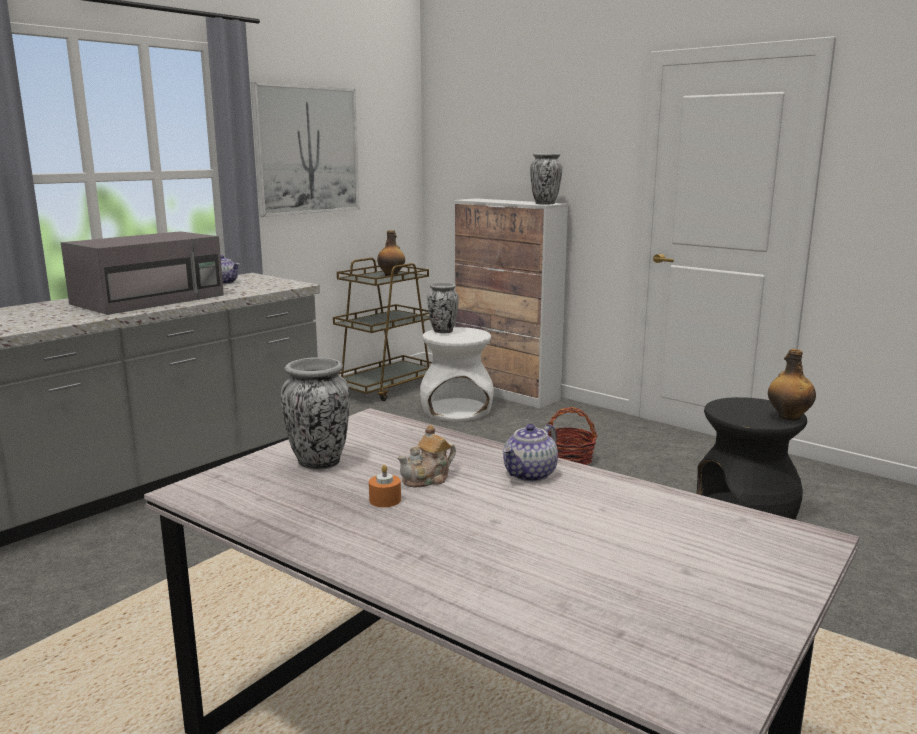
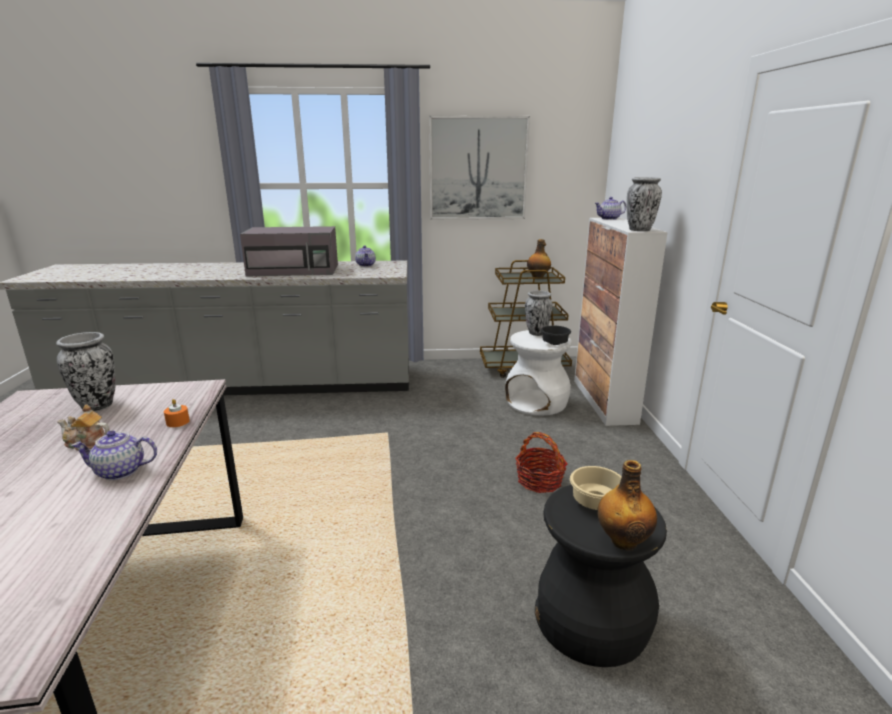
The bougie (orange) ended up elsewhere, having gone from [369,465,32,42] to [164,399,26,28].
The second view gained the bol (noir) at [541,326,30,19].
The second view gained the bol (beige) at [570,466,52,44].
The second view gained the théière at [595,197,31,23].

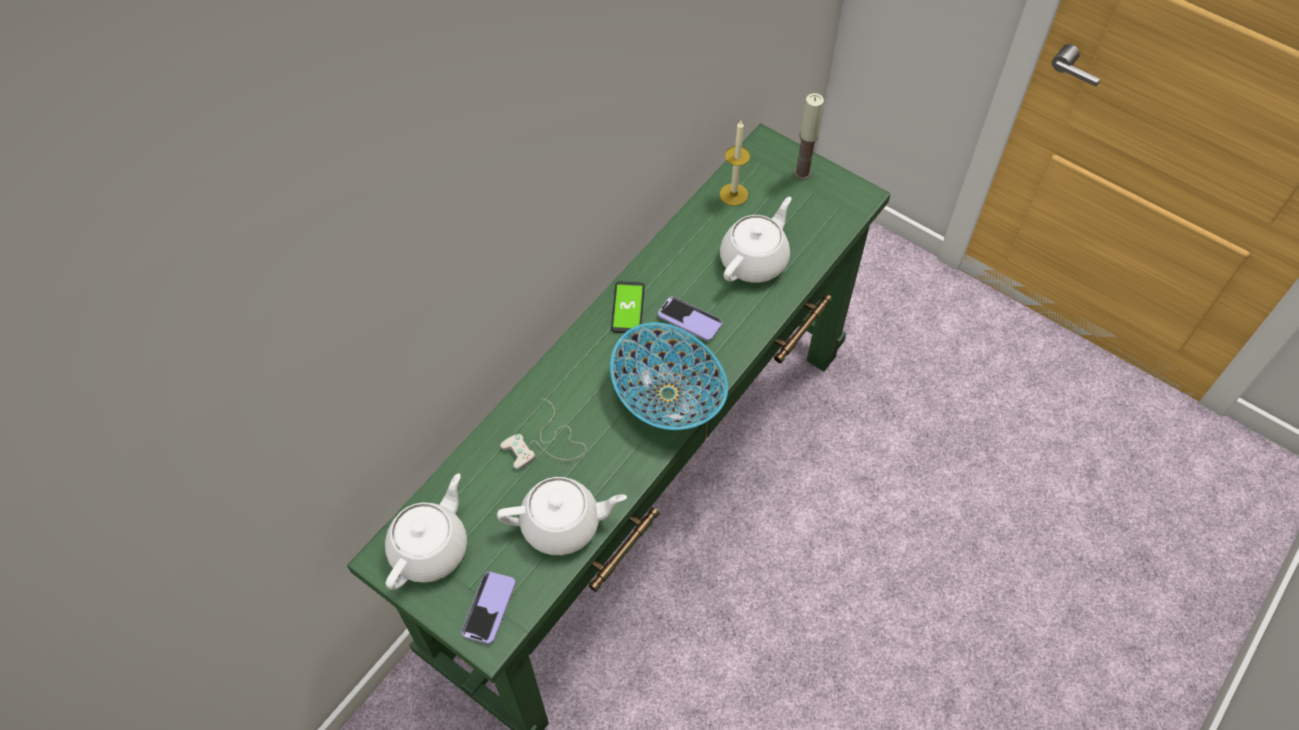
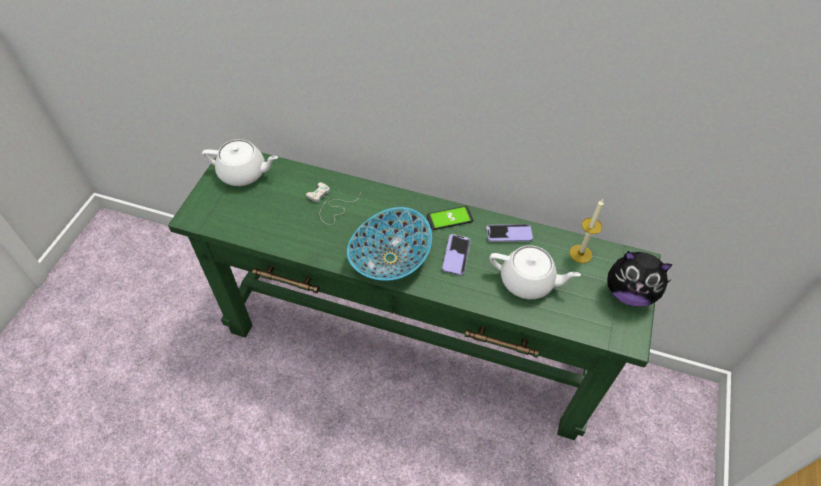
The téléphone ended up elsewhere, having gone from [461,572,55,72] to [486,224,47,18].
Where the bougie stood at [794,93,30,87], the peluche came to stand at [607,251,66,56].
The second view lost the théière (blanc) at [497,477,130,78].

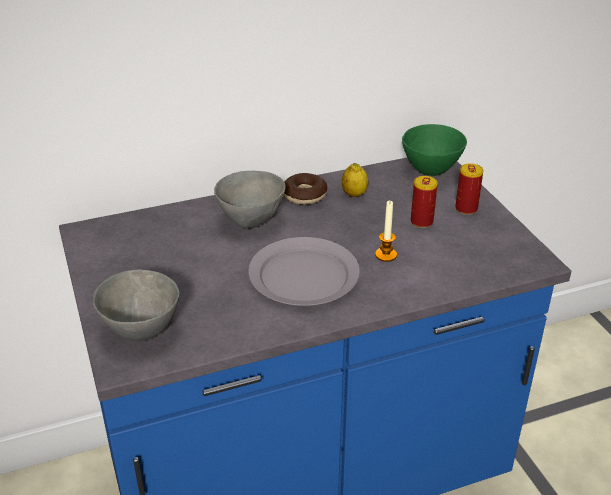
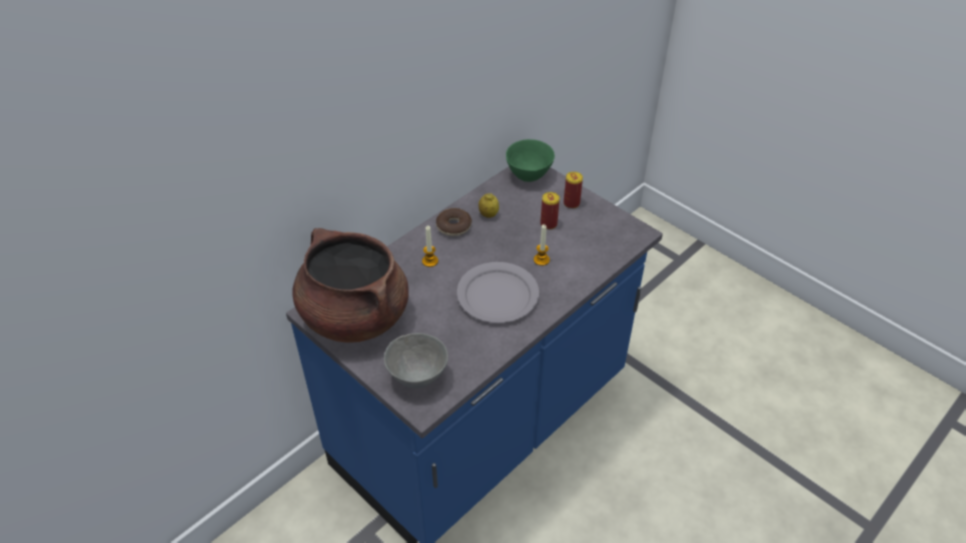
The second view gained the marmite (marron) at [292,228,117,114].
Where the bol (gris) stood at [214,171,72,58], the bougie came to stand at [422,226,16,41].

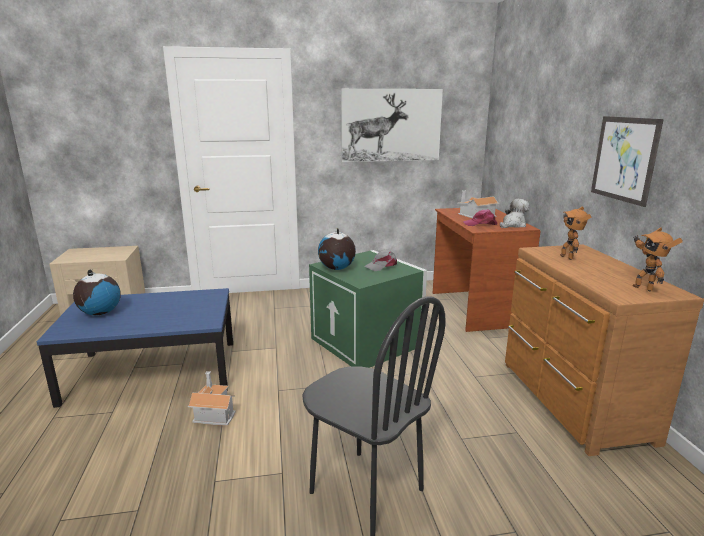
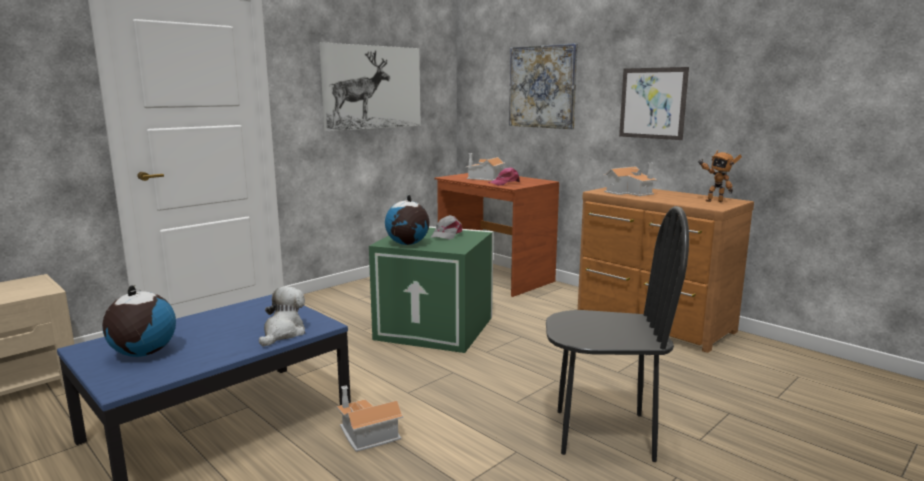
The peluche ended up elsewhere, having gone from [500,199,29,29] to [259,286,46,61].
The second view gained the tableau at [509,43,69,86].
Where the robot jouet stood at [560,207,32,53], the maison miniature came to stand at [603,163,55,33].

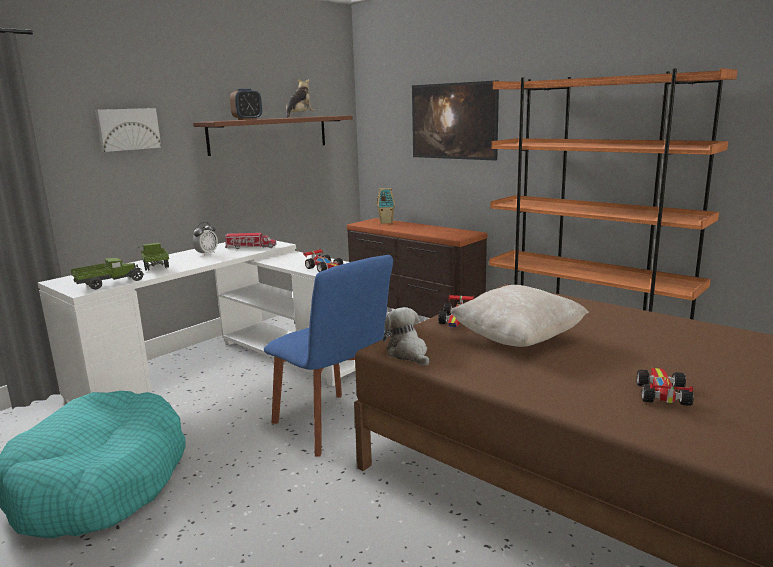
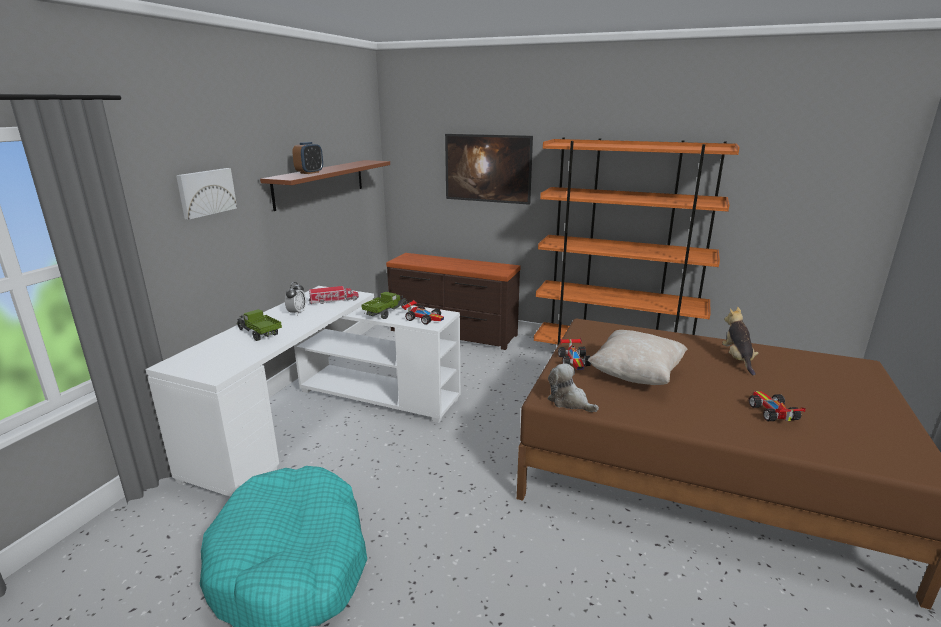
The camion jouet ended up elsewhere, having gone from [70,258,74,32] to [362,292,46,27].
The peluche ended up elsewhere, having gone from [286,79,29,39] to [722,307,36,69].
The second view lost the chaise (bleu) at [264,255,129,202].
The second view lost the maison miniature at [377,188,18,36].

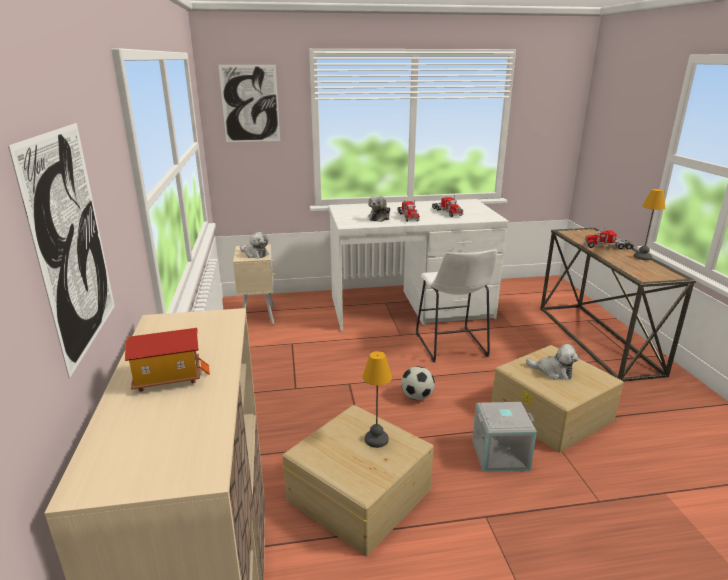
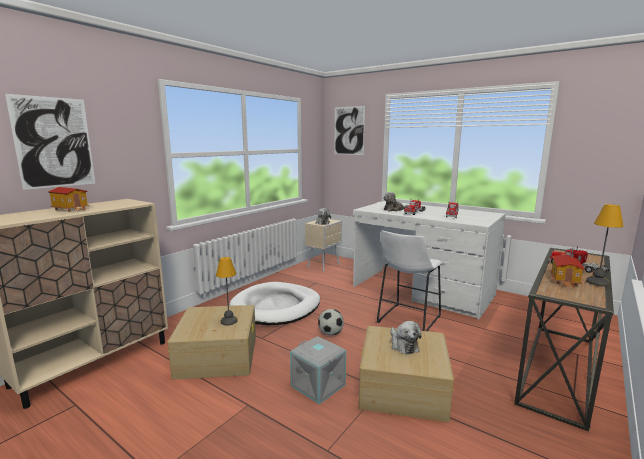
The second view gained the panier pour chien (blanc) at [229,282,91,43].
The second view gained the maison miniature at [550,255,35,33].

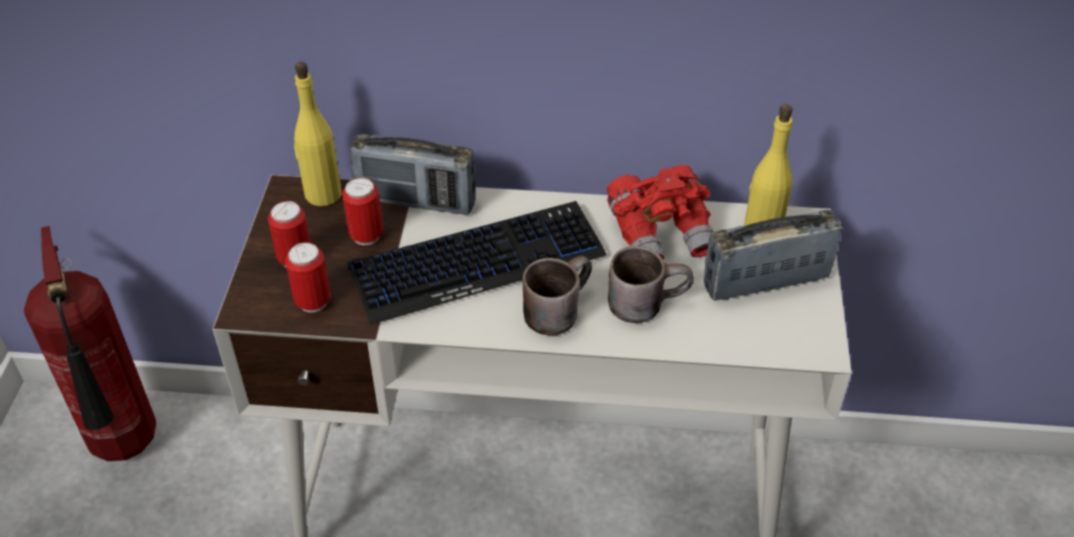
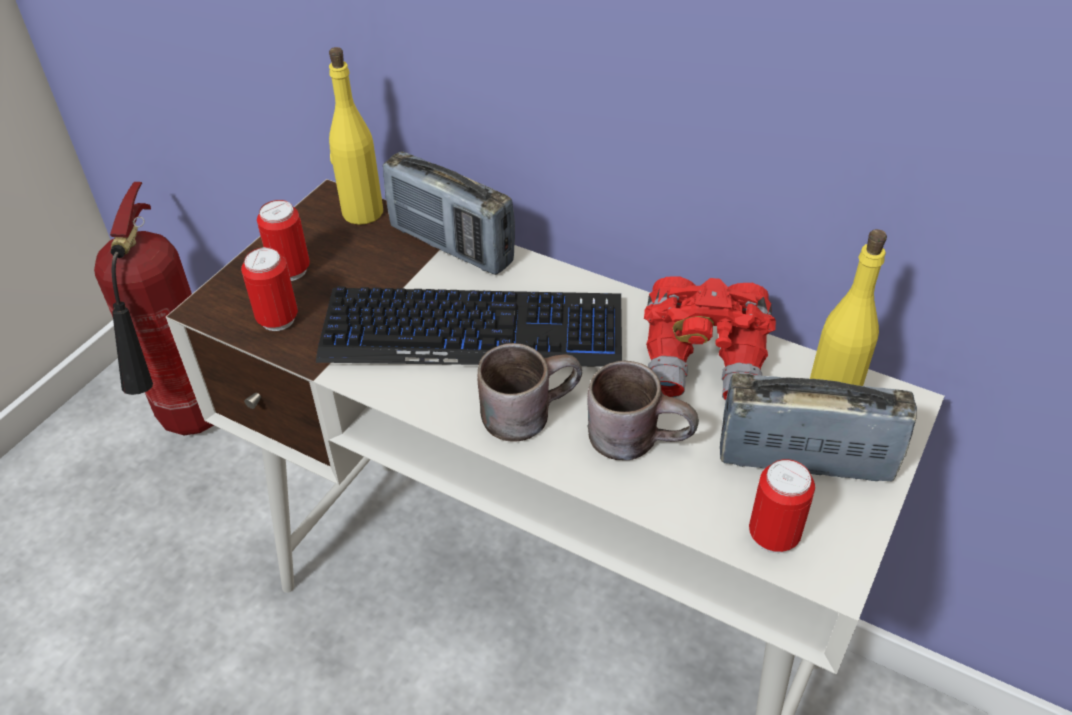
The boîte métallique ended up elsewhere, having gone from [342,177,41,68] to [749,459,66,94].

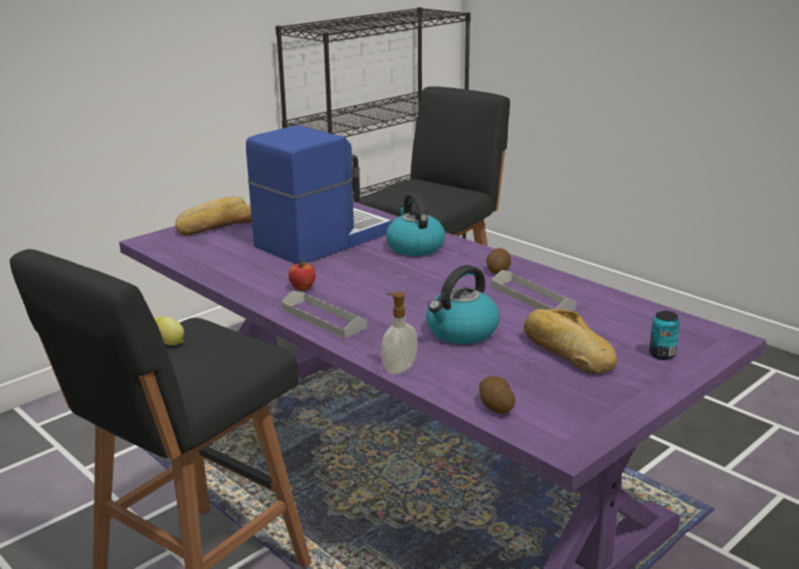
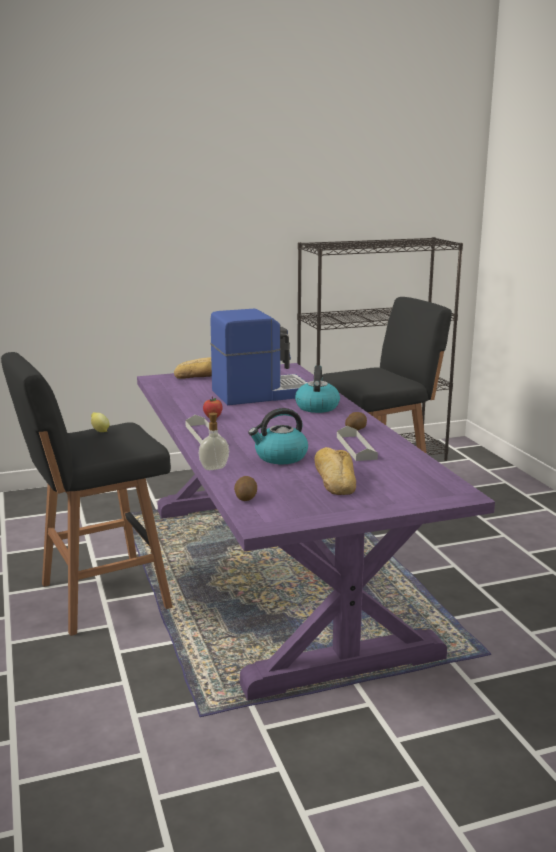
The second view lost the boîte métallique at [649,311,31,49].

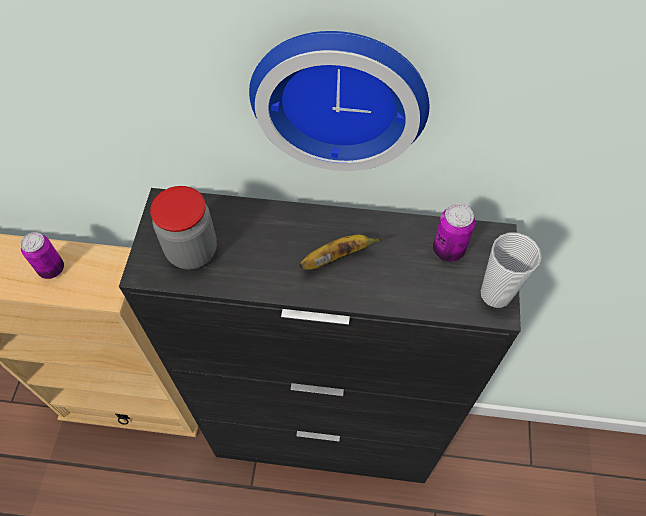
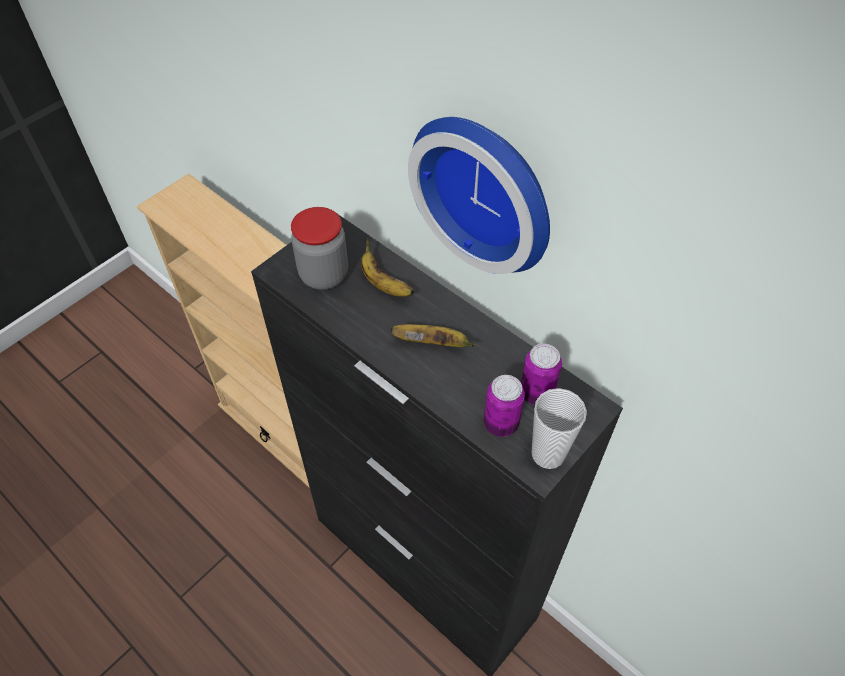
The second view gained the banane at [361,238,53,59].
The boîte métallique ended up elsewhere, having gone from [20,232,44,47] to [484,375,41,62].

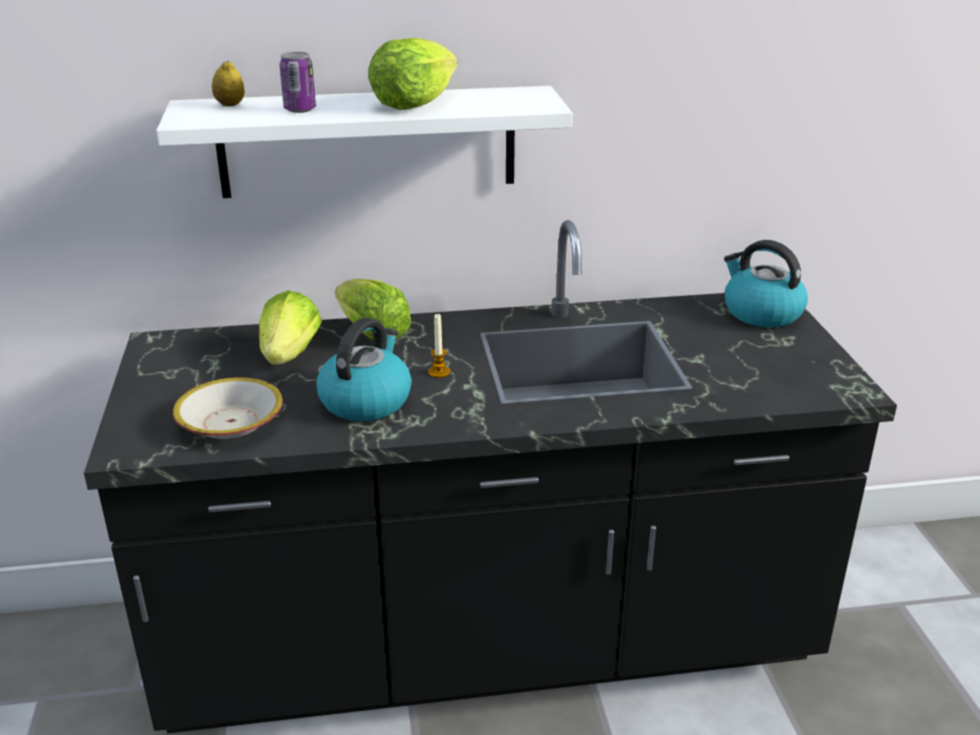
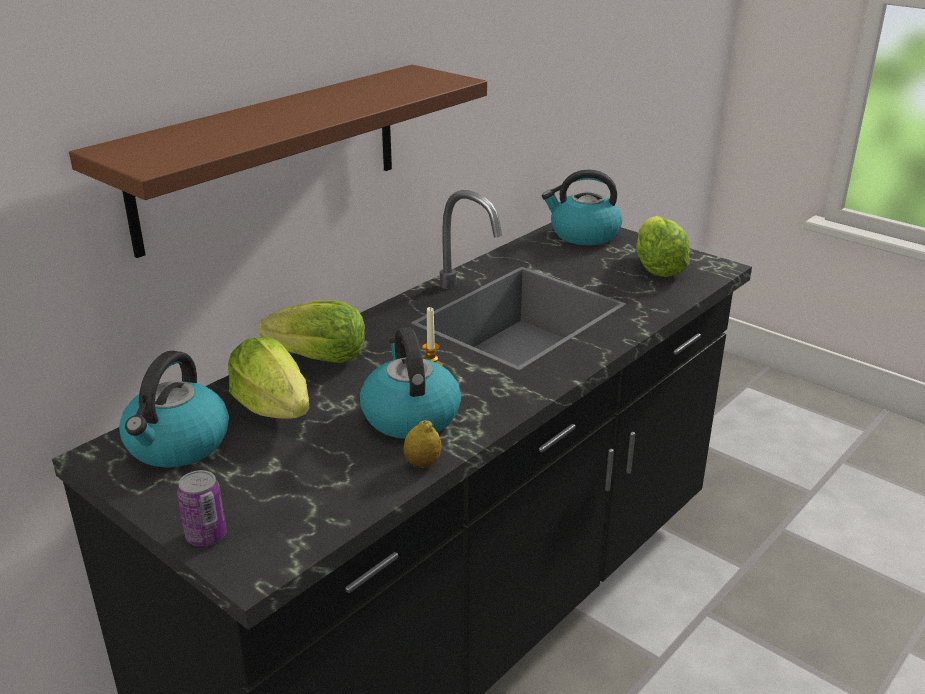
What was the étagère (blanc) at [156,86,417,112] turned into the étagère (marron) at [69,65,418,193].
The second view gained the bouilloire at [119,351,110,117].
The boîte métallique ended up elsewhere, having gone from [279,52,37,61] to [177,470,50,76].
The citron ended up elsewhere, having gone from [212,60,33,46] to [404,420,38,48].
The laitue ended up elsewhere, having gone from [368,38,89,72] to [636,216,54,61].
The second view lost the bol at [173,377,110,62].

